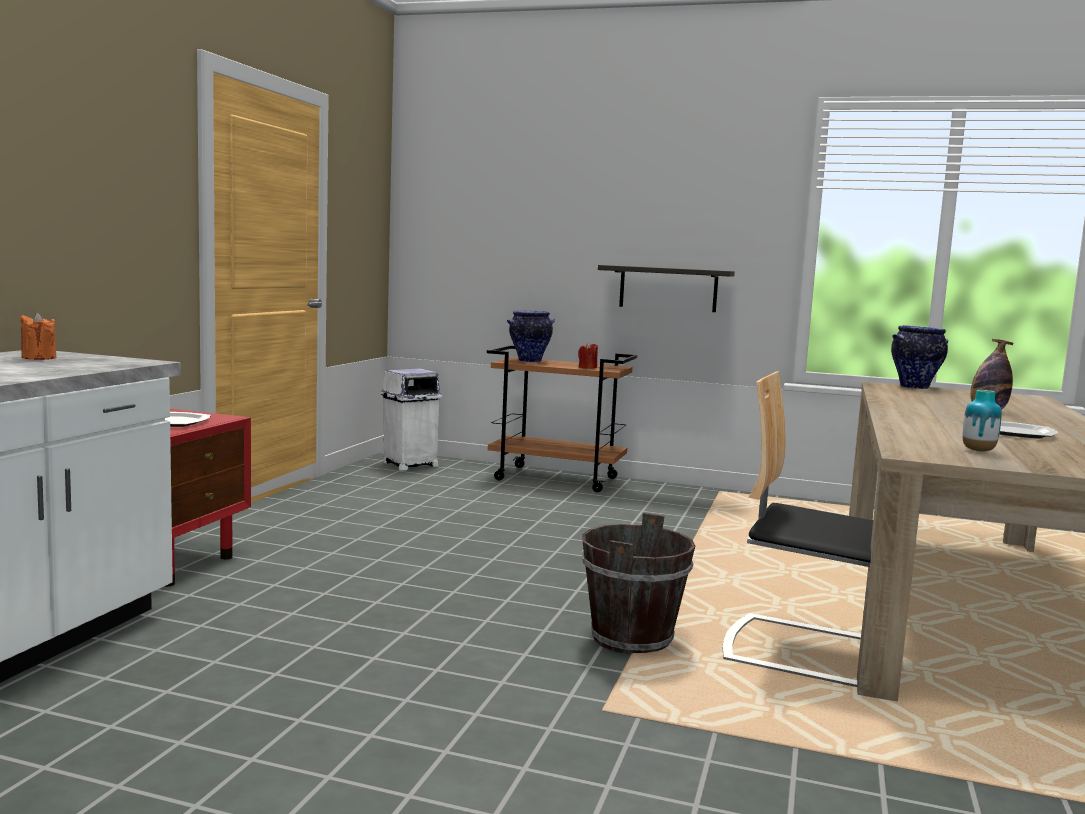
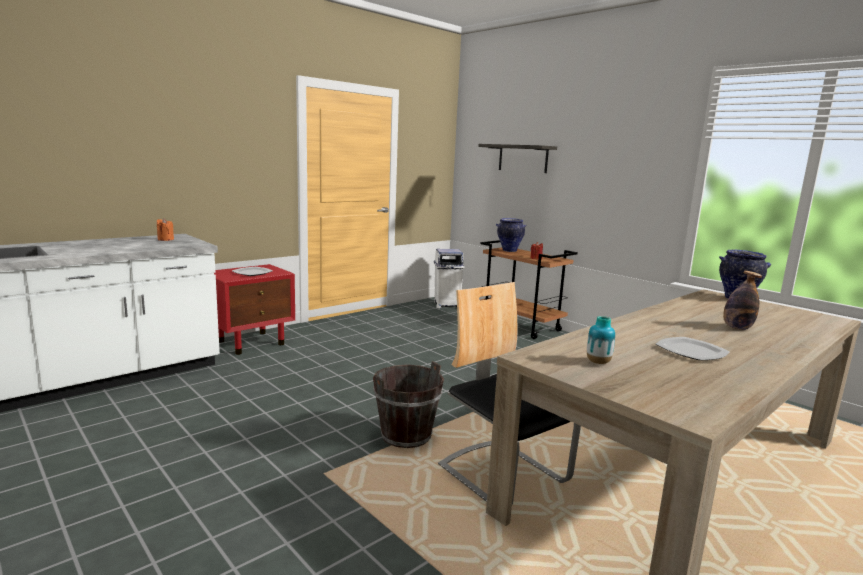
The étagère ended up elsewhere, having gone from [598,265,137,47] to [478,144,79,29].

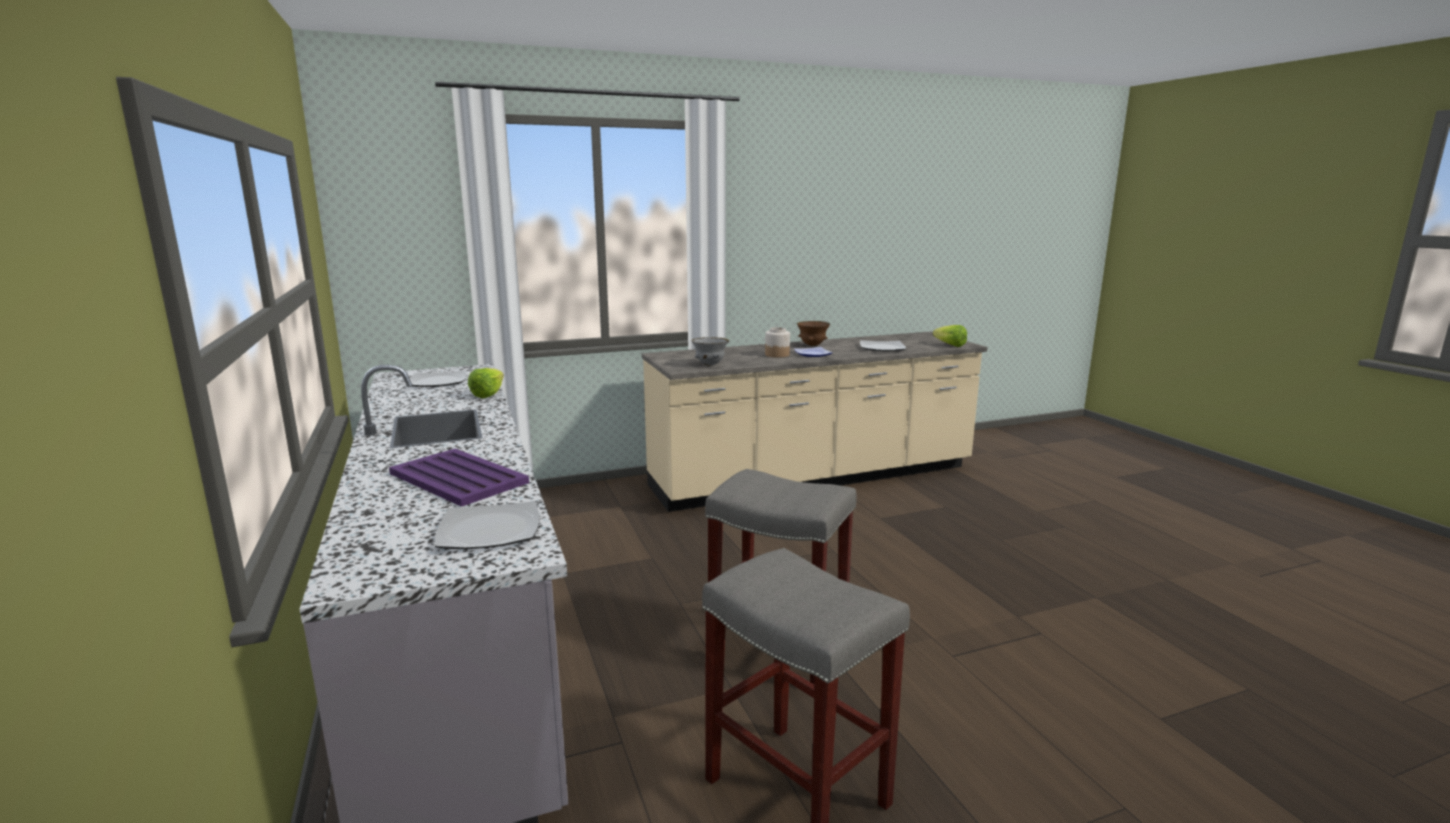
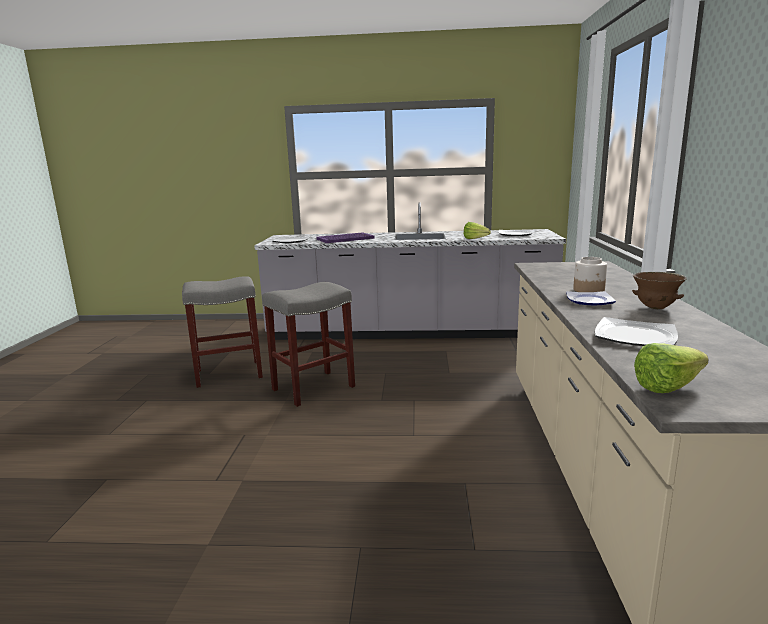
The second view lost the bol (gris) at [691,337,38,29].

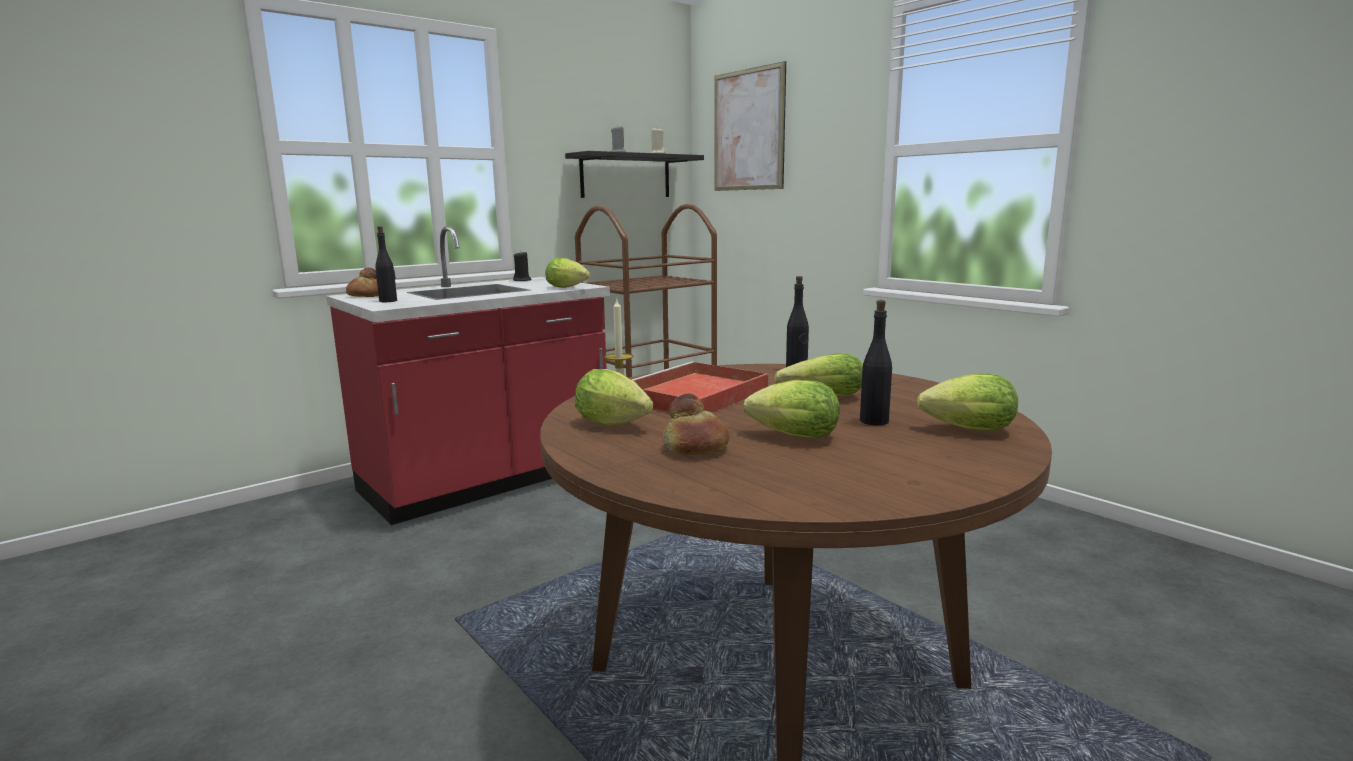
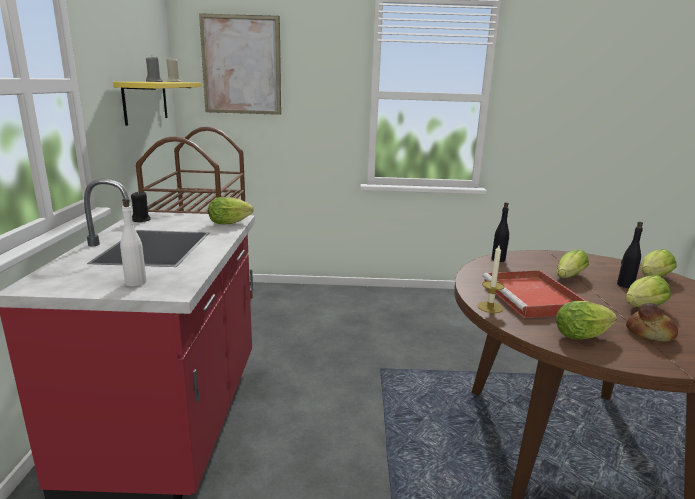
What was the étagère (noir) at [565,151,139,47] turned into the étagère (jaune) at [113,82,89,44].
What was the bouteille (noir) at [375,226,22,76] turned into the bouteille (blanc) at [120,198,27,88].
The second view lost the pain at [346,268,33,29].

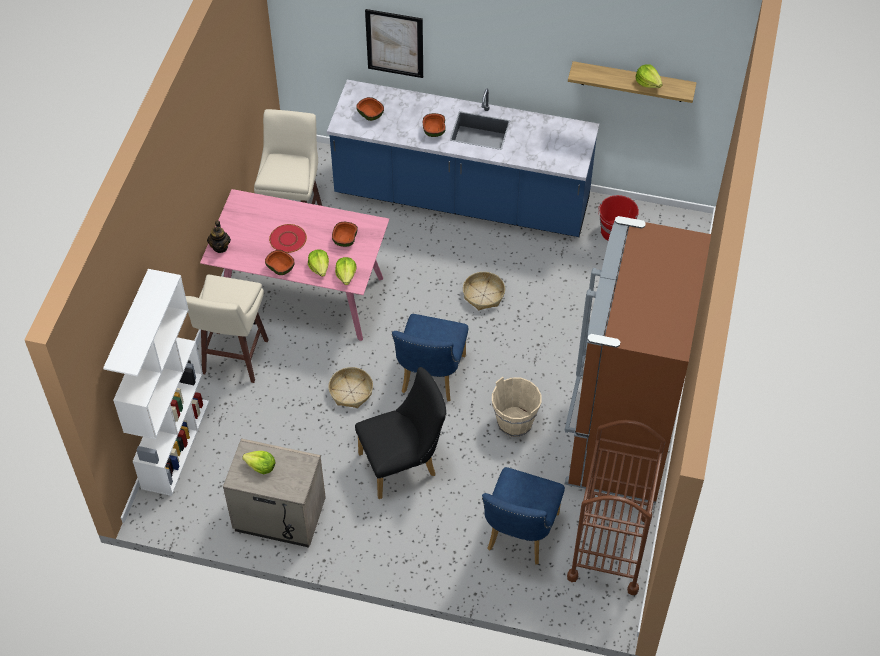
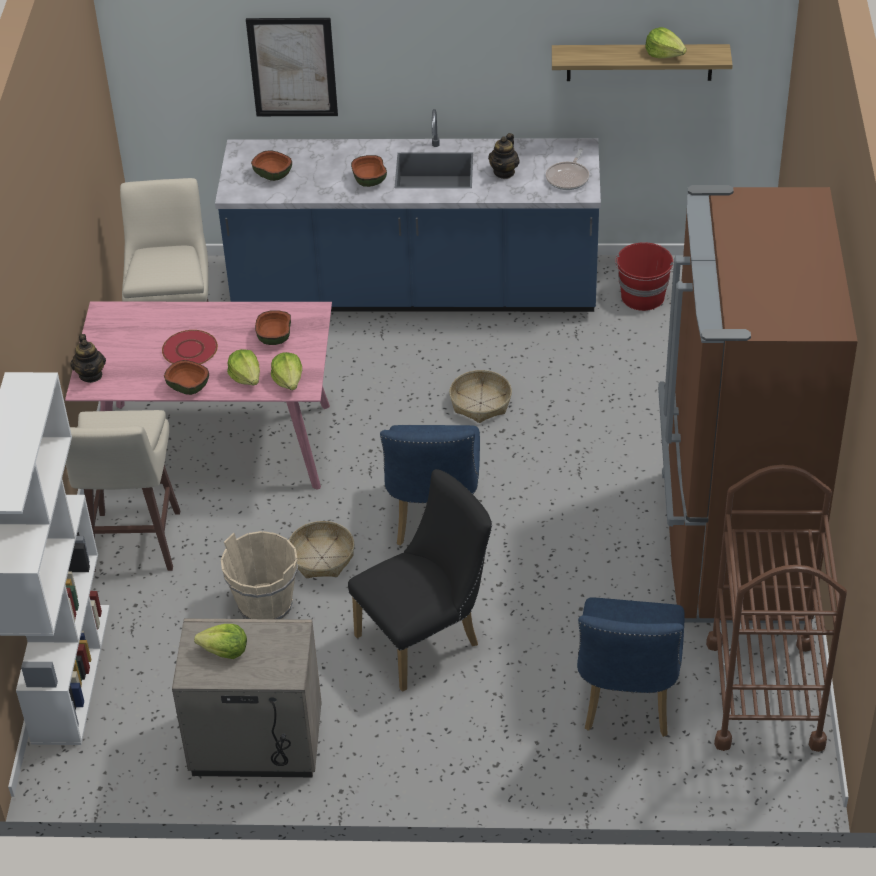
The seau (beige) ended up elsewhere, having gone from [492,377,50,60] to [221,531,77,88].
The second view gained the théière at [488,133,32,46].
The second view gained the poêle at [546,148,43,42].

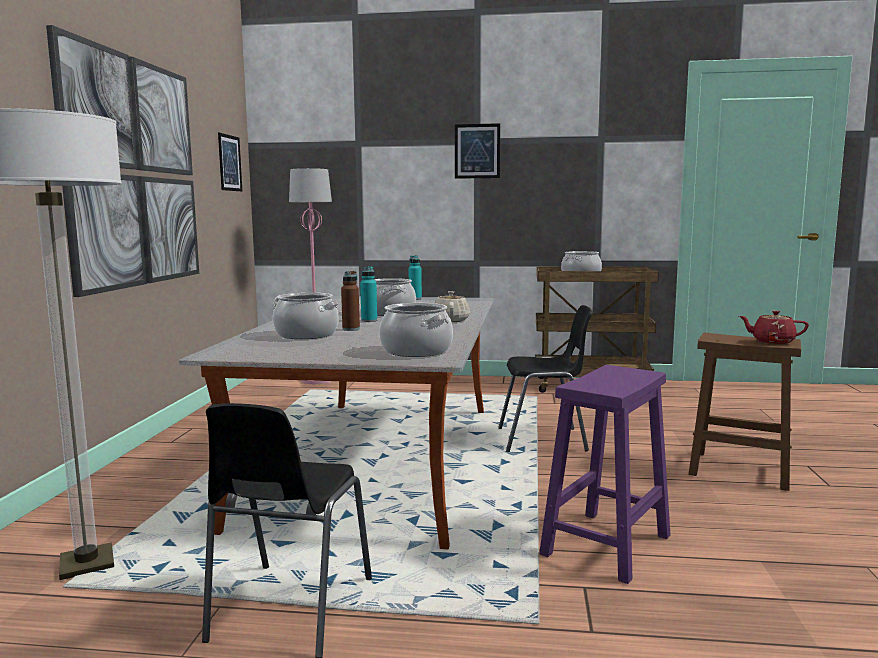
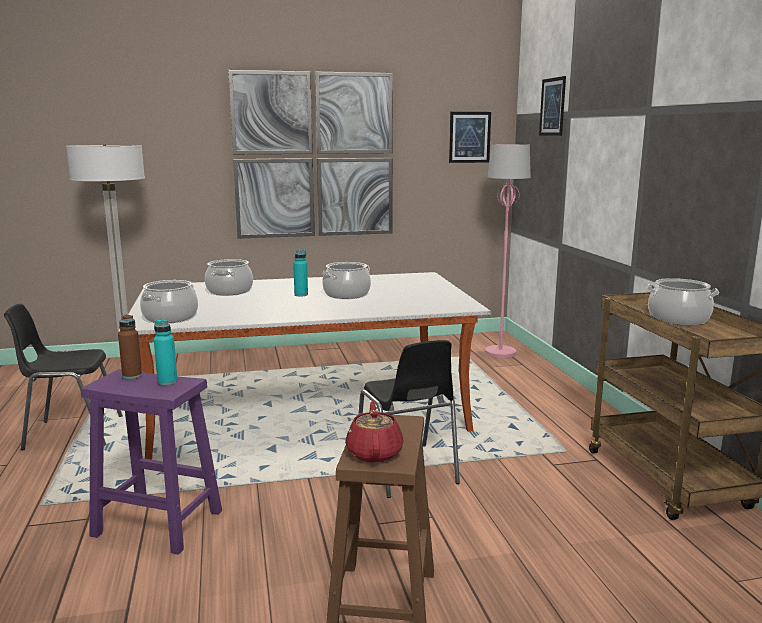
The bouteille (marron) ended up elsewhere, having gone from [341,271,19,60] to [118,314,24,65].
The bouteille (turquoise) ended up elsewhere, having gone from [409,255,13,45] to [154,319,24,66].
The tableau ended up elsewhere, having gone from [455,123,45,56] to [539,76,27,60].
The second view lost the théière (beige) at [435,291,35,31].

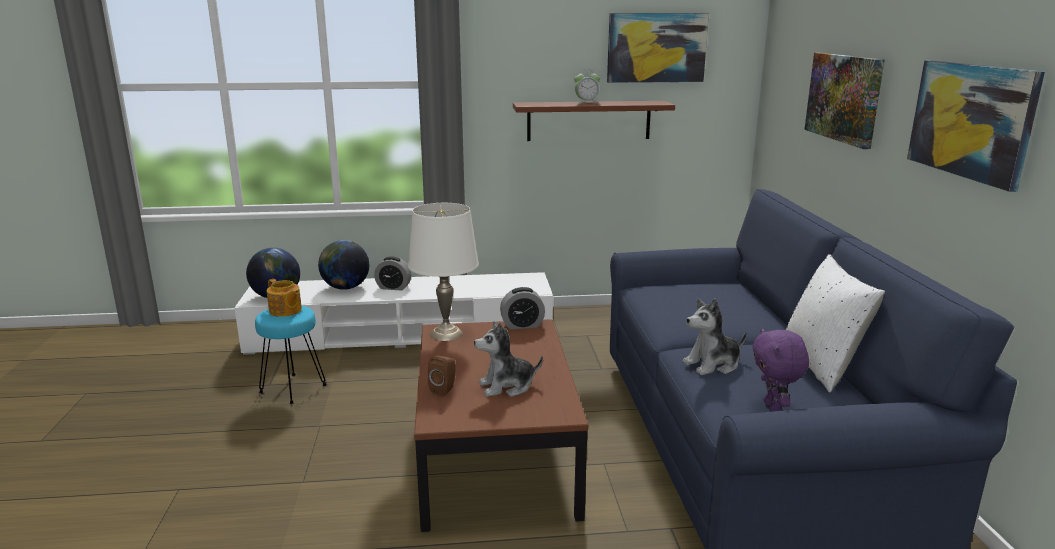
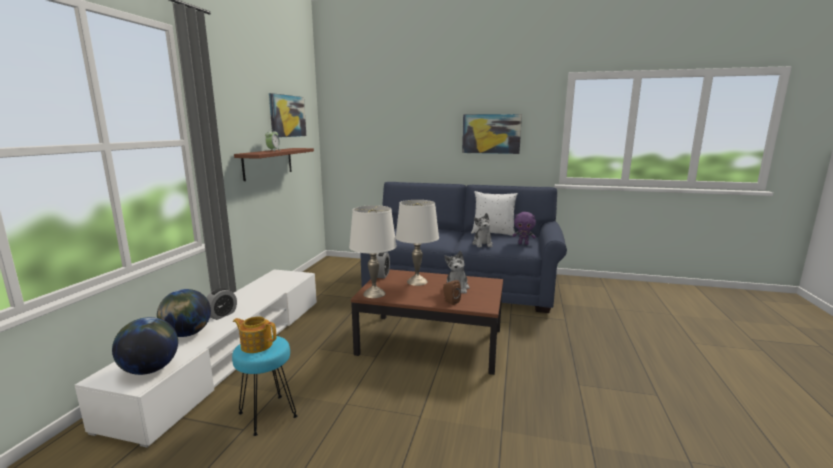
The théière at [267,279,35,38] ended up facing another way, 135 degrees counterclockwise from before.
The second view gained the lampe de table (blanc) at [395,200,44,86].
The second view lost the tableau at [804,53,81,96].

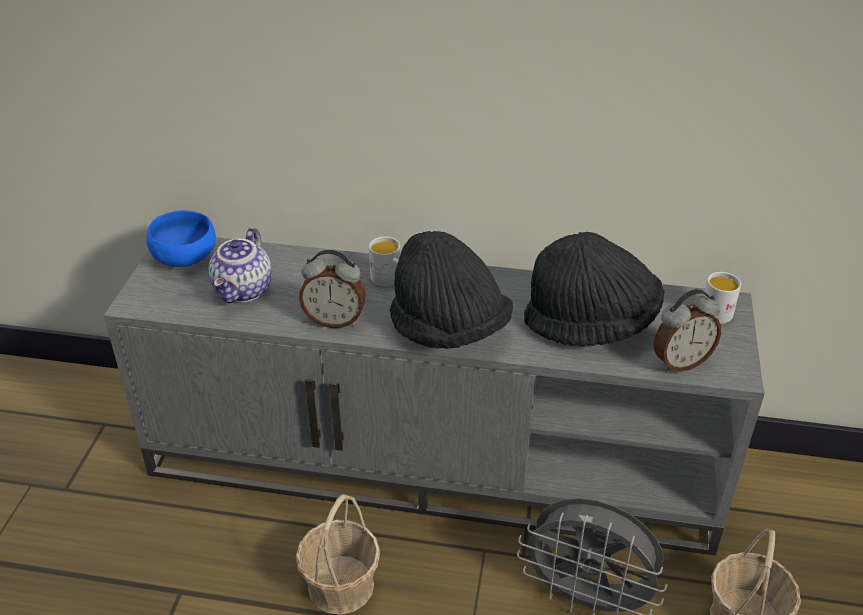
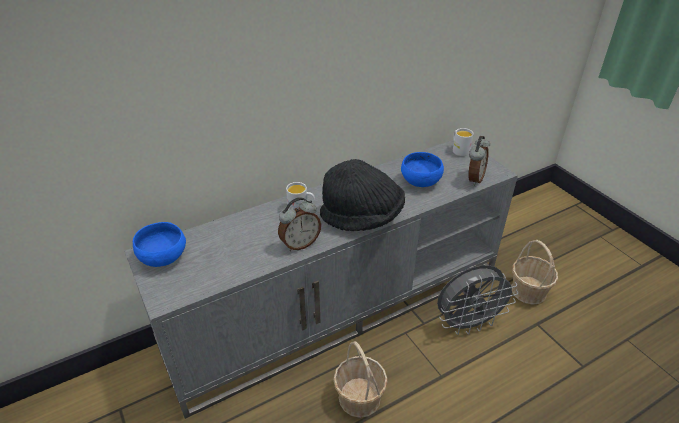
Where the chapeau (noir) stood at [524,232,140,114], the bol (bleu) came to stand at [401,152,43,35].
The second view lost the théière at [209,227,63,76].

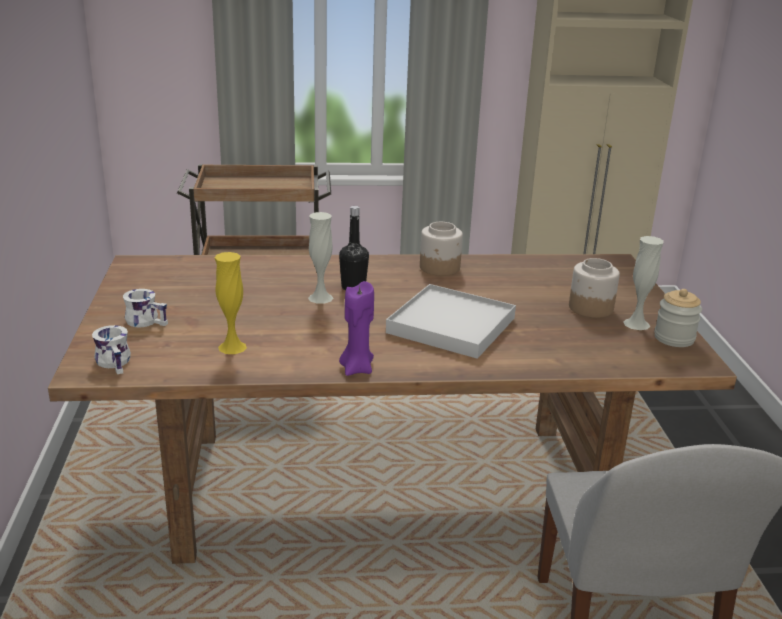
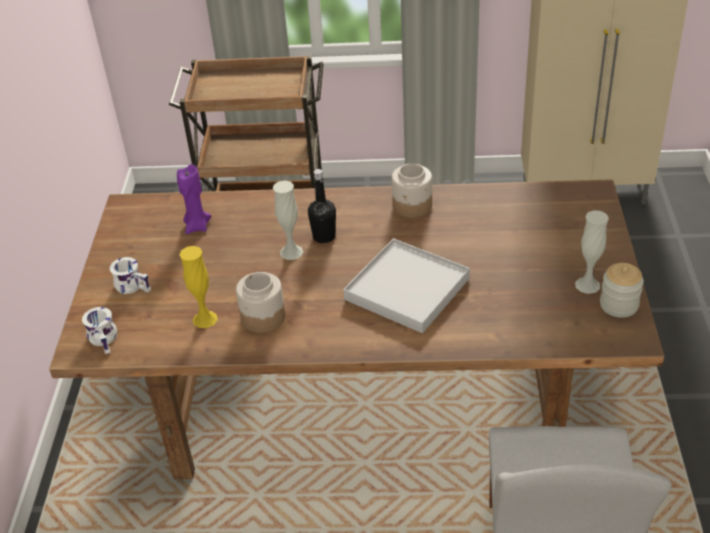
The bougie (violet) ended up elsewhere, having gone from [339,281,35,95] to [177,164,34,70].
The bocal ended up elsewhere, having gone from [569,258,51,60] to [236,272,49,61].

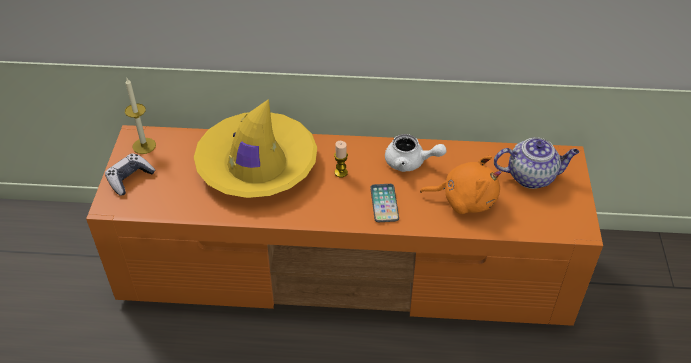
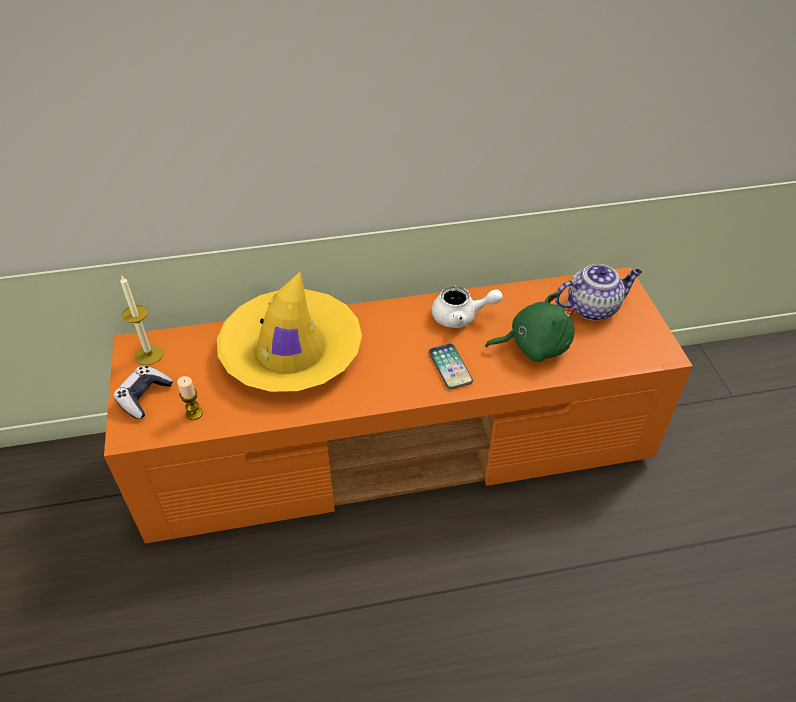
The bougie ended up elsewhere, having gone from [334,141,14,37] to [177,376,26,44].
What was the peluche (orange) at [420,156,82,58] turned into the peluche (vert) at [485,292,91,70].

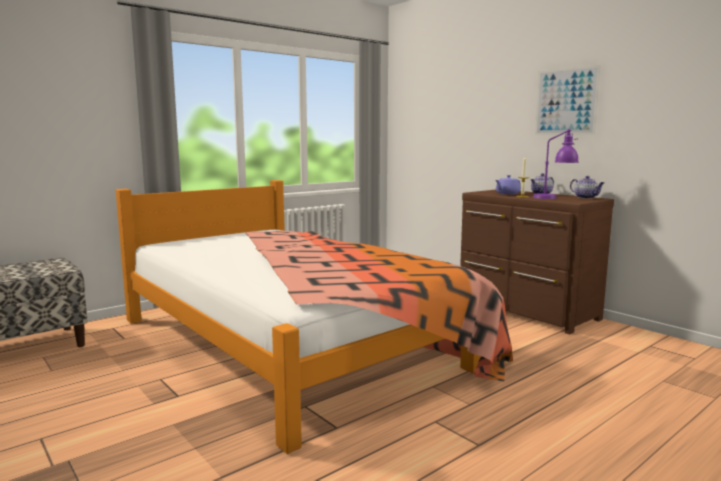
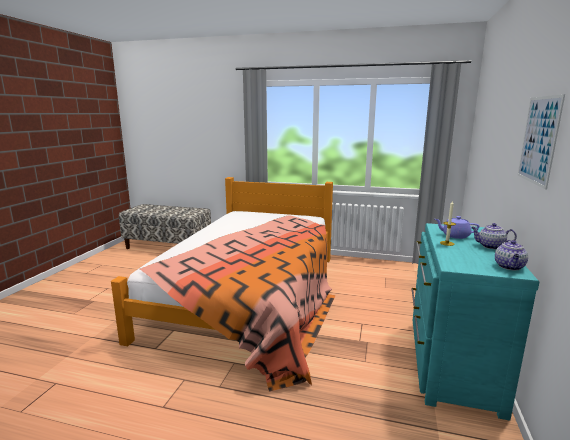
What was the commode (marron) at [460,190,154,144] turned into the commode (turquoise) at [411,223,128,198].
The second view lost the lampe de table (violet) at [533,129,46,70].

